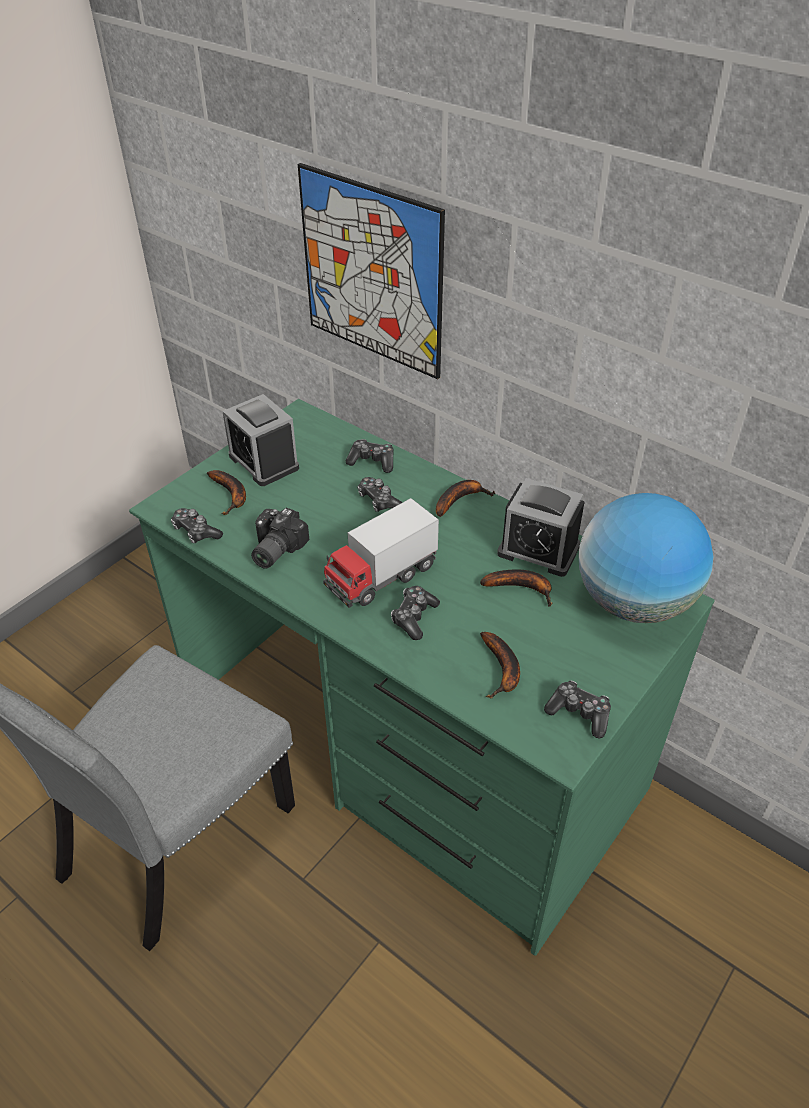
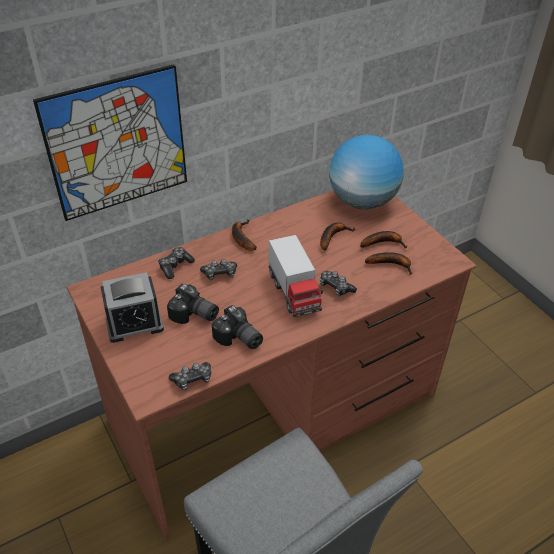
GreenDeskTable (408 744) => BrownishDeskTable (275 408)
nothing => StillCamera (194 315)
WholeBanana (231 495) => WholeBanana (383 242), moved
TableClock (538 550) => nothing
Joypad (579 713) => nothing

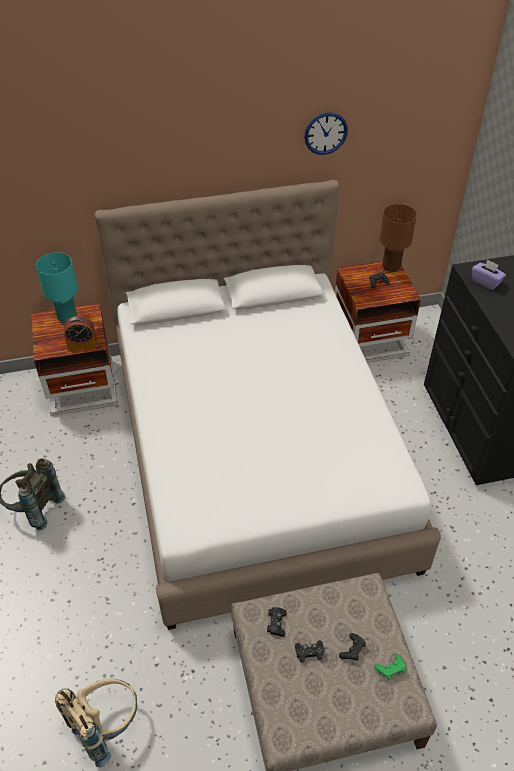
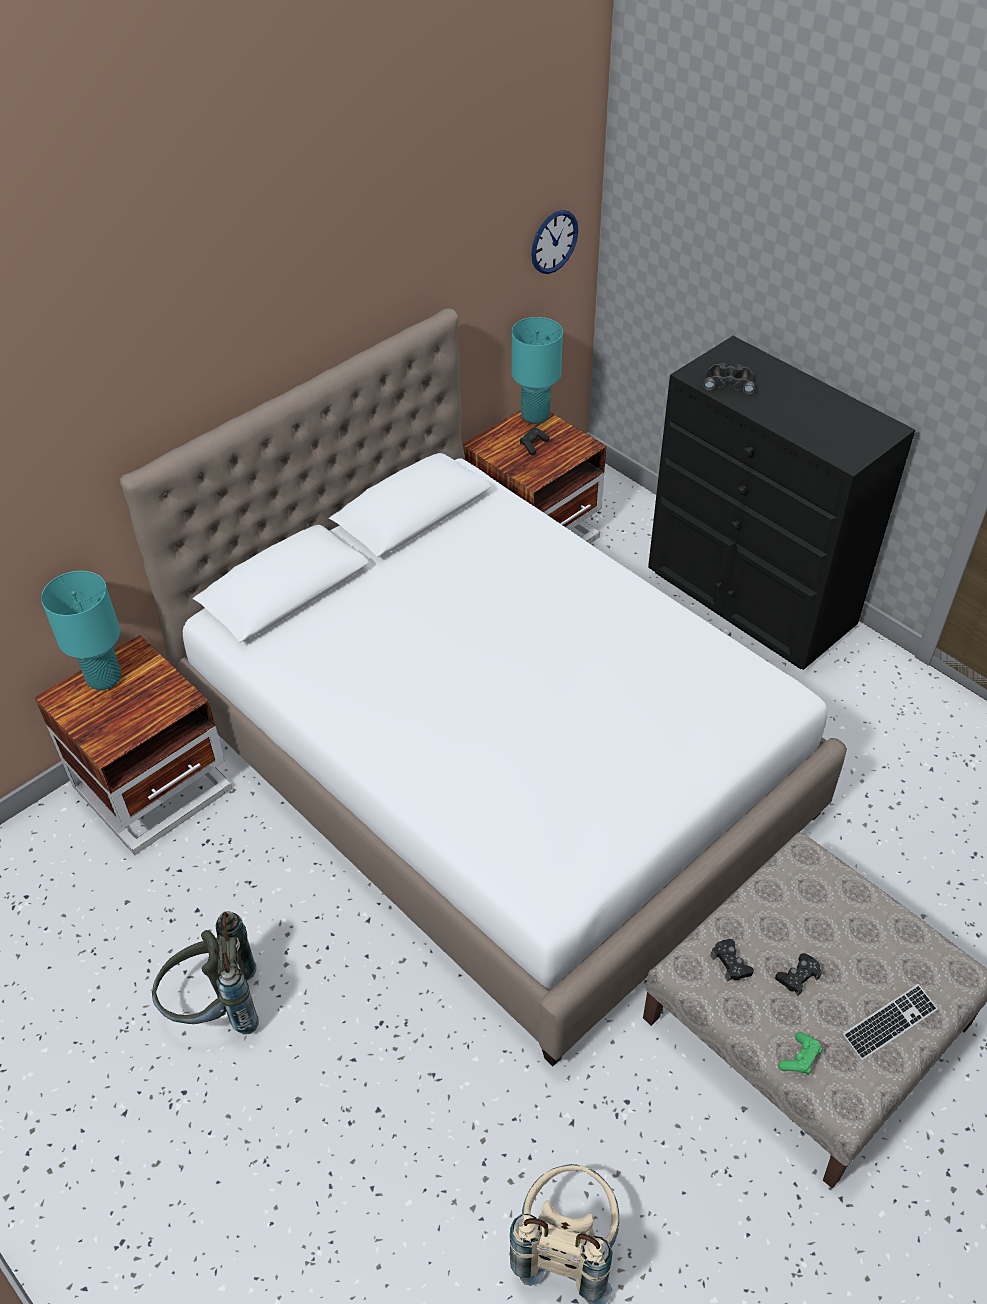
BrownishTableLamp (390 268) => TurquoiseTableLamp (535 418)
WallClock (325 133) => WallClock (554 241), moved
PurpleColouredTissueHolder (486 282) => BlackishFieldGlasses (729 382)
GreenJoypad (390 669) => GreenJoypad (800 1059), moved
nothing => Keyboard (889 1023)
TableClock (82 344) => nothing
BlackishJoypad (352 650) => nothing

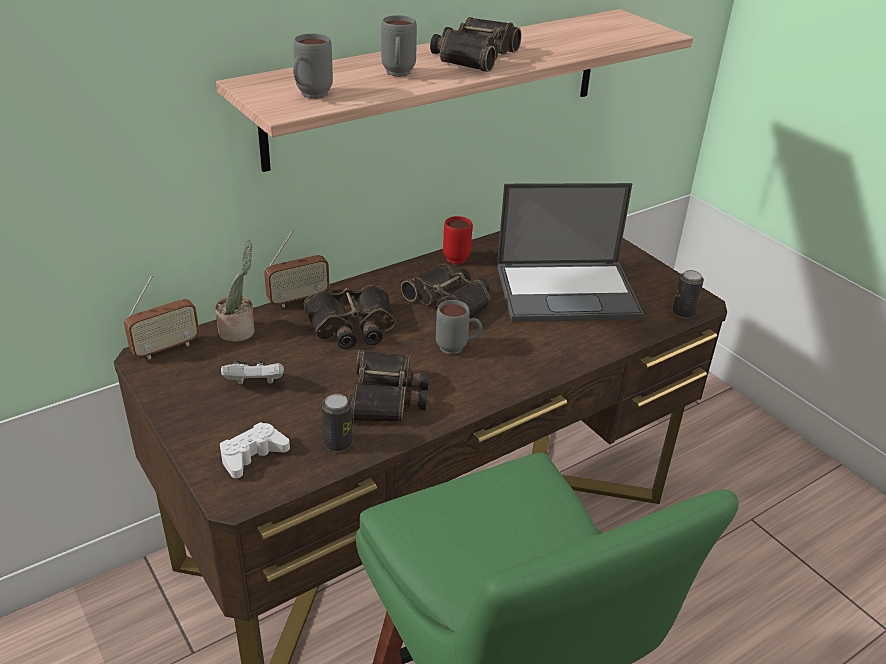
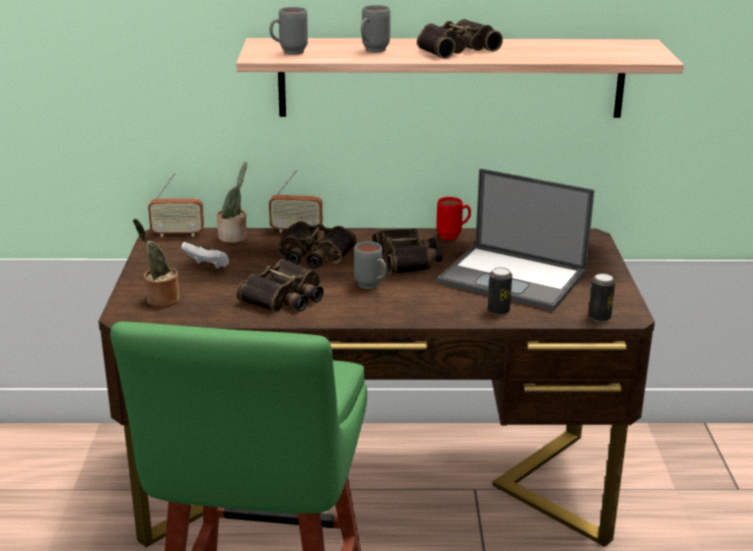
WhitishJoypad (252 455) => PlantInAPot (160 300)
Can (338 443) => Can (498 311), moved

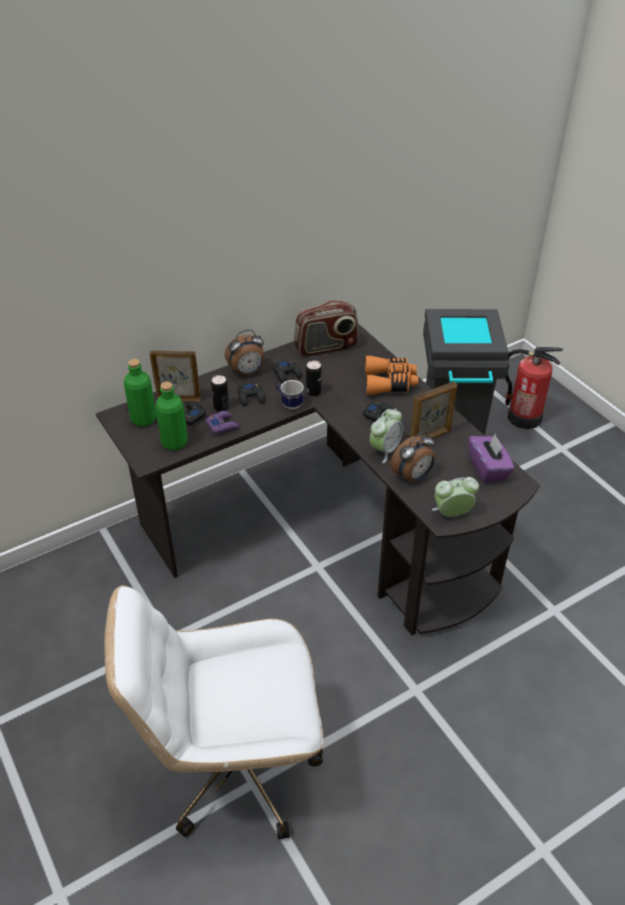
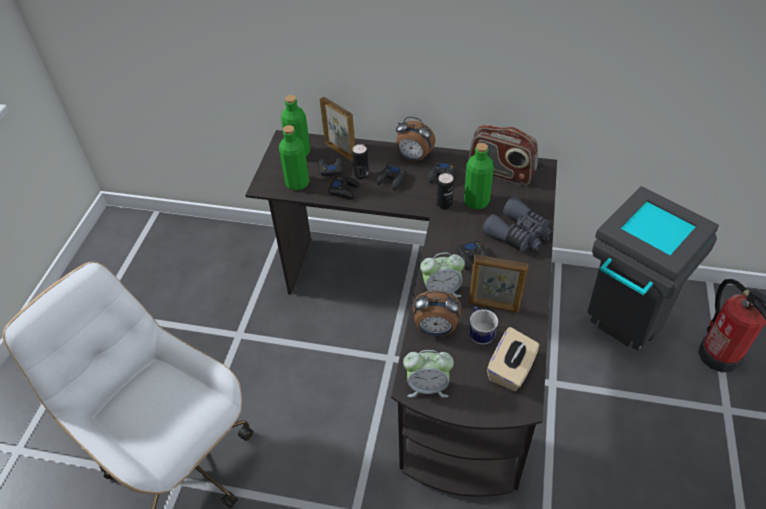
PurpleColouredJoypad (222 425) => BlackishJoypad (344 190)
TableClock (452 513) => TableClock (427 386), 150 degrees clockwise
nothing => GreenBeverageBottle (476 202)
TeaMug (289 404) => TeaMug (480 333), moved
OrangeColouredFieldGlasses (390 382) => GrayFieldGlasses (519 234)
PurpleColouredTissueHolder (488 468) => BeigeColouredTissueHolder (511 370)

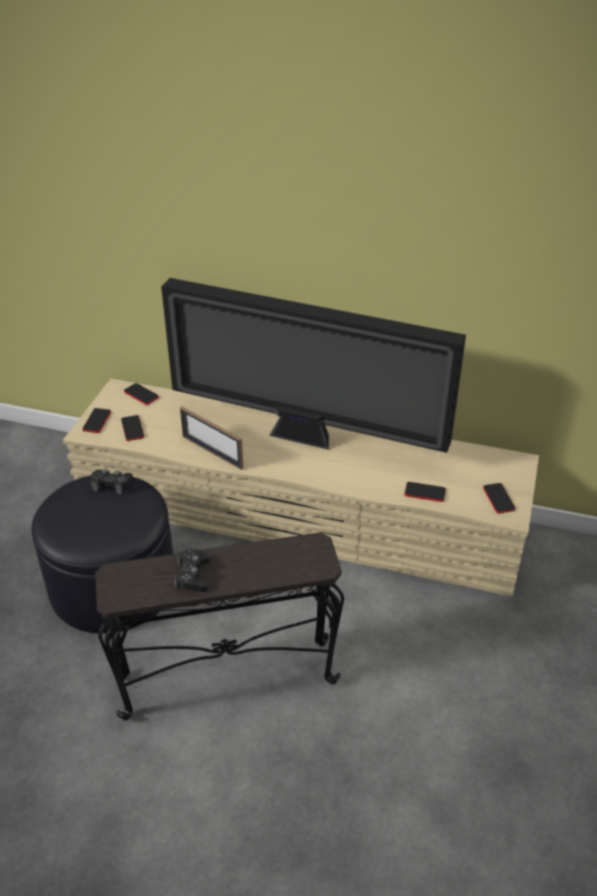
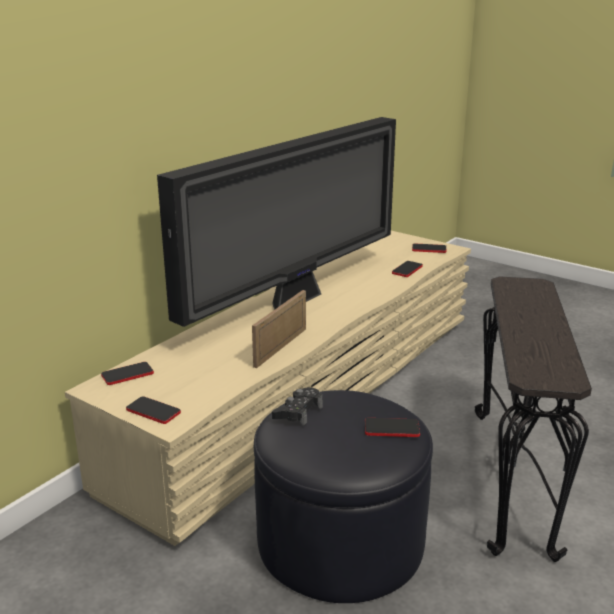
PictureFrame (212 452) => PictureFrame (280 347), 150 degrees clockwise
Phone (132 428) => Phone (392 429), moved
BlackishJoypad (193 575) => nothing

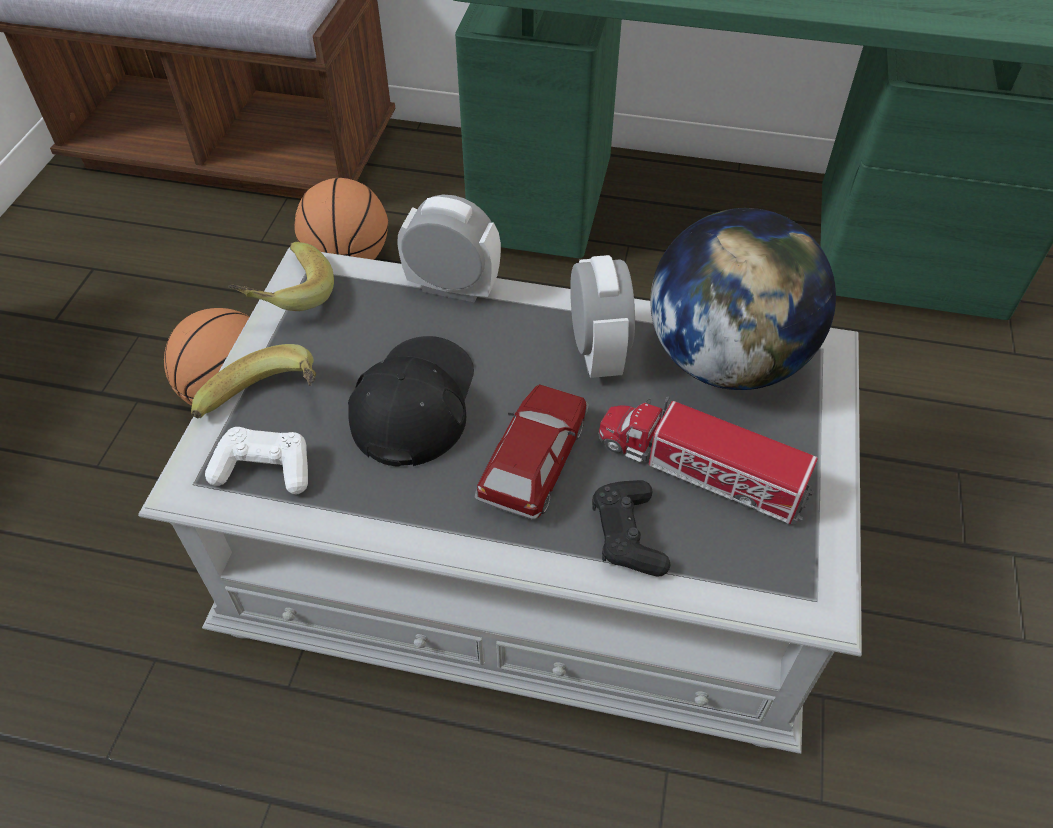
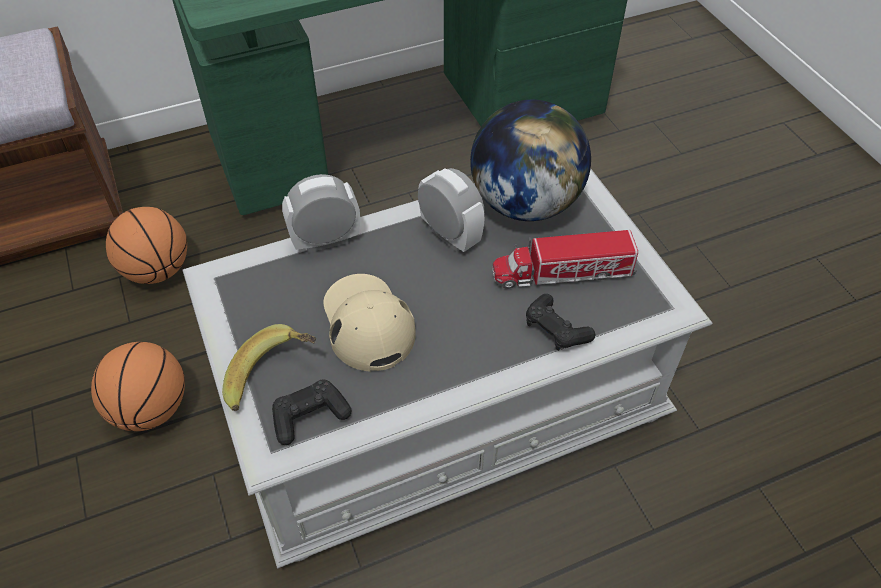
WhitishJoypad (264 469) => BlackishJoypad (310 416)
BlackishPeakedCap (414 402) => BeigeColouredPeakedCap (367 323)
WholeBanana (285 296) => nothing
MiniatureCar (534 460) => nothing

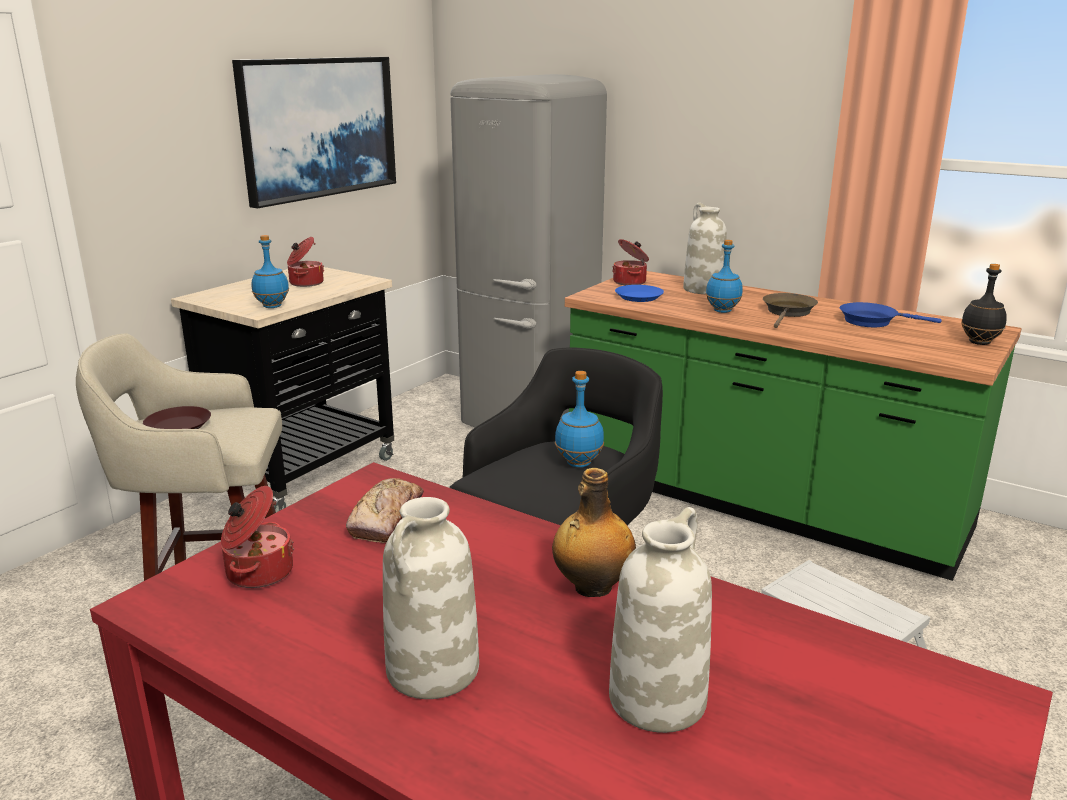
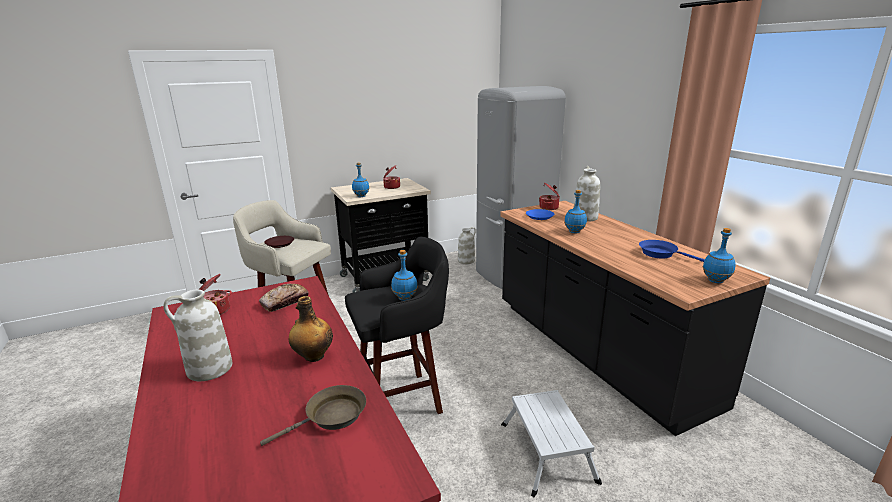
BrownishPan (788 312) => BrownishPan (331 417), moved
WhitishVase (657 698) => WhitishVase (466 261), moved
GreenKitchenBaseUnit (760 501) => BlackishKitchenBaseUnit (596 351)
BlackishBeverageBottle (978 342) => BlueBeverageBottle (715 281)
Picture (318 127) => nothing

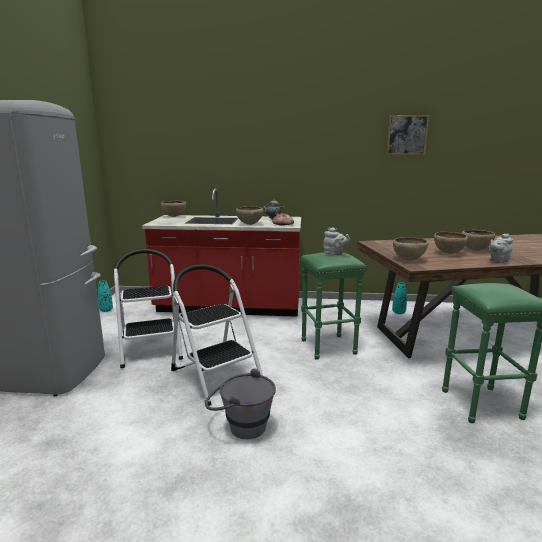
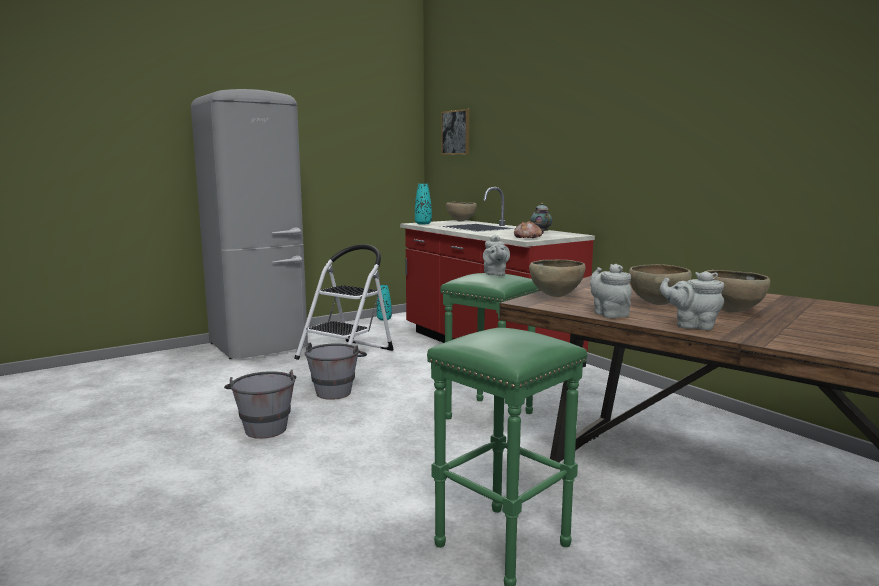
StepLadder (215 375) => GrayPail (336 390)
TurquoiseVase (398 312) => TurquoiseVase (423 224), moved
Picture (407 135) => Picture (456 132), moved
nothing => GrayPotForTea (609 314)
BrownishServingBowl (249 224) => nothing

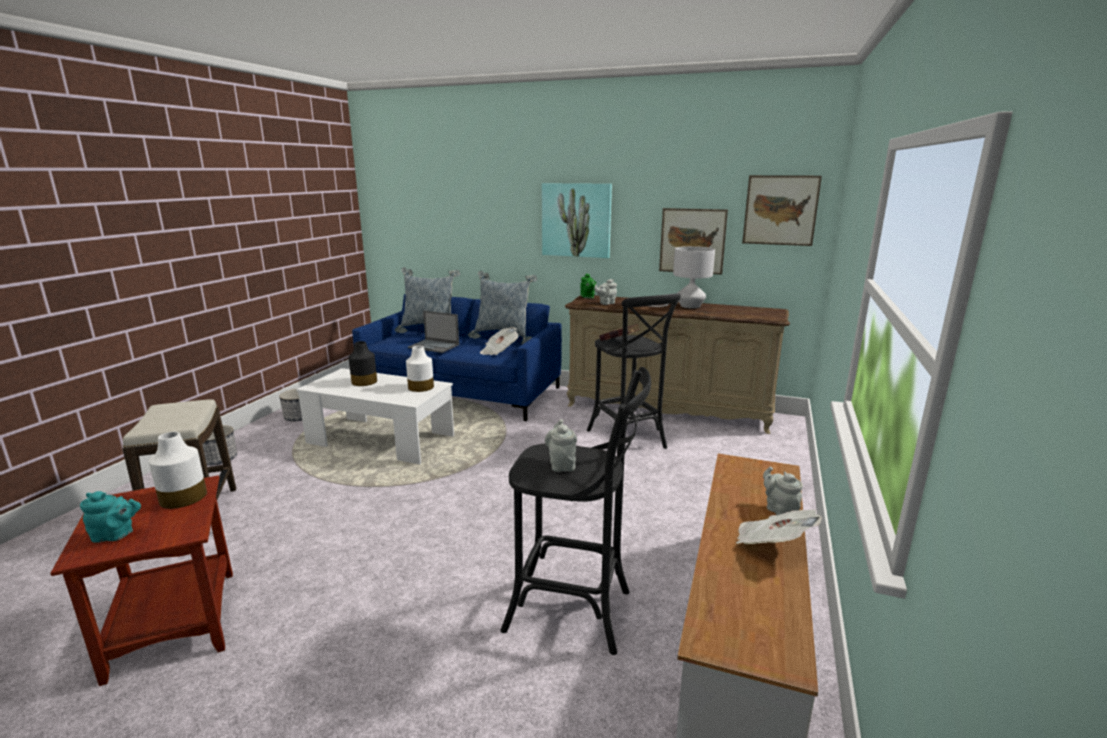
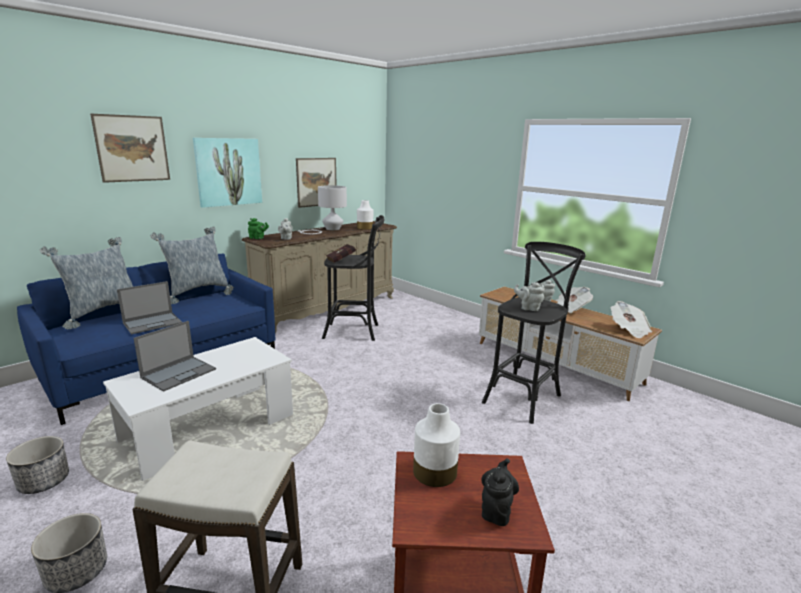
Picture (780 210) => Picture (132 148), moved
BlackishVase (364 381) => NotebookComputer (179 373)
WhitishVase (420 387) => WhitishVase (364 228), moved
TurquoisePotForTea (116 535) => BlackishPotForTea (496 510)
Newspaper (499 351) => Newspaper (629 330), moved

